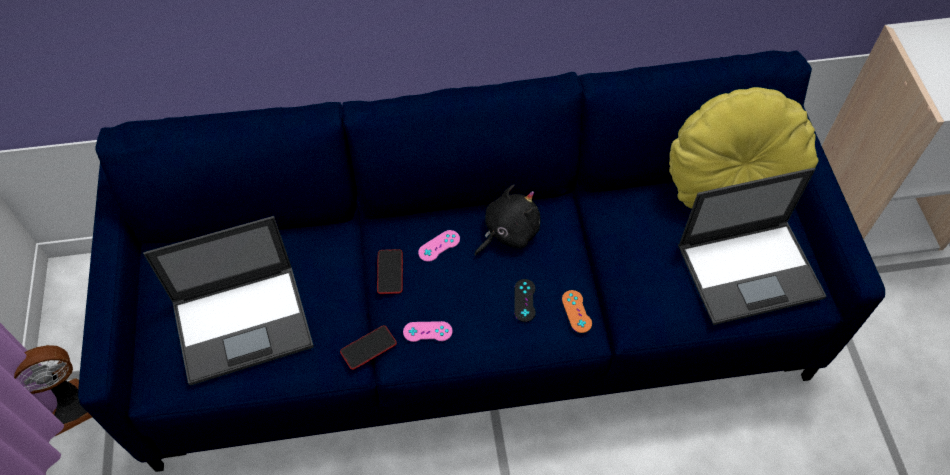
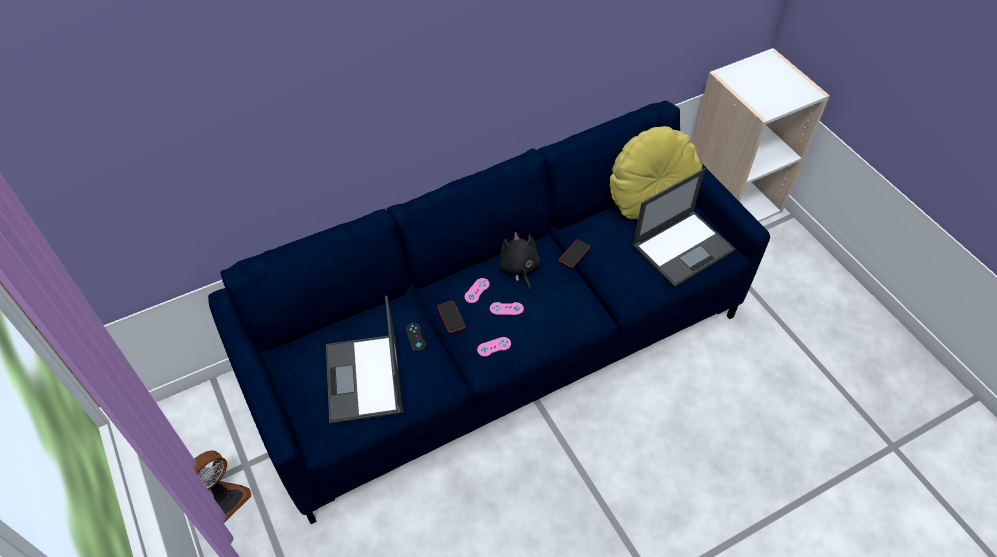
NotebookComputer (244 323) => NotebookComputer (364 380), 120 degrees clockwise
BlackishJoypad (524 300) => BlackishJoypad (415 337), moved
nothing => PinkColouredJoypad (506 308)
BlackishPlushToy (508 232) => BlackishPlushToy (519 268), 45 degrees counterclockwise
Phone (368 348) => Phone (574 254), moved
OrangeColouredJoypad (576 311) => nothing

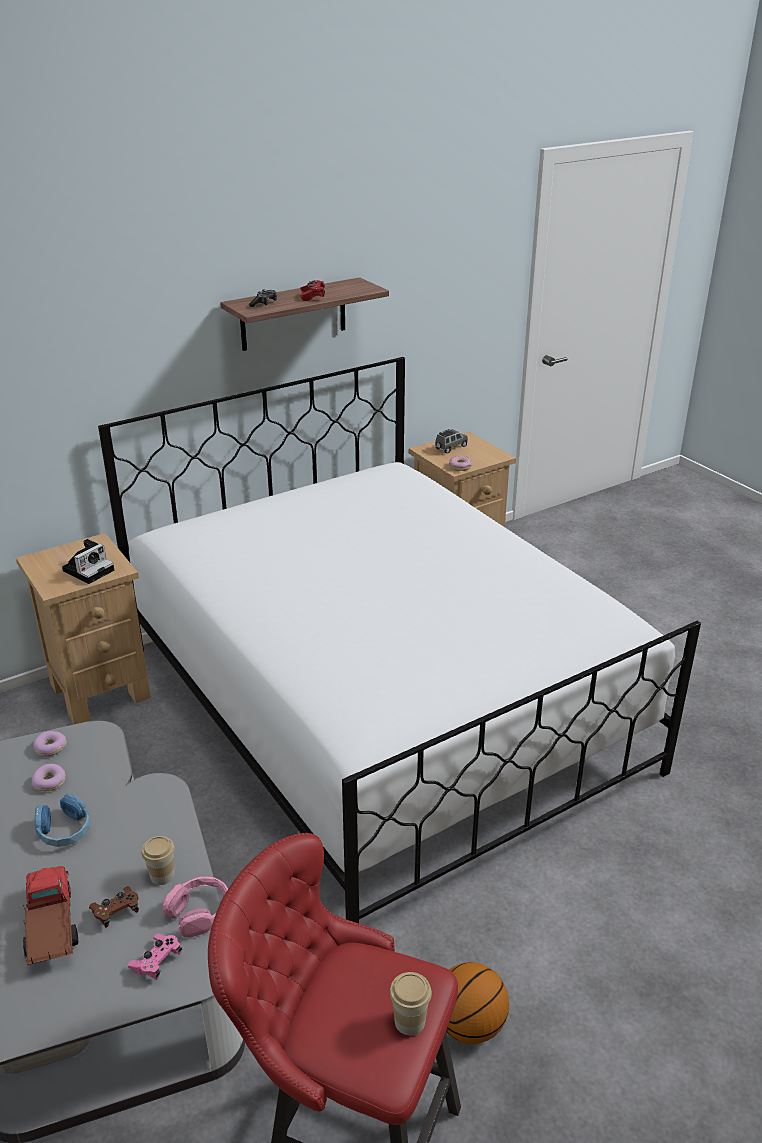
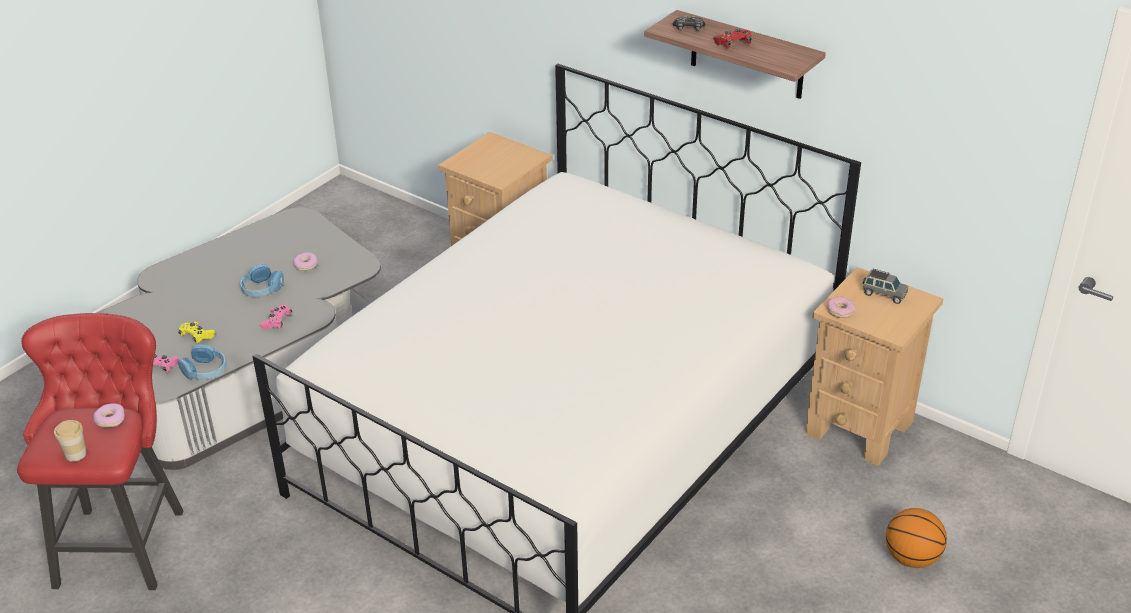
Donut (50 748) => Donut (110 420), moved
BrownishJoypad (116 912) => YellowishJoypad (197 336)
PinkColouredHeadset (199 912) => BlueHeadset (205 371)
nothing => PinkColouredJoypad (277 322)
BallForBasketball (469 1025) => BallForBasketball (911 557), moved
ToyTruck (50 928) => nothing
StillCamera (89 569) => nothing
Cup (162 875) => nothing

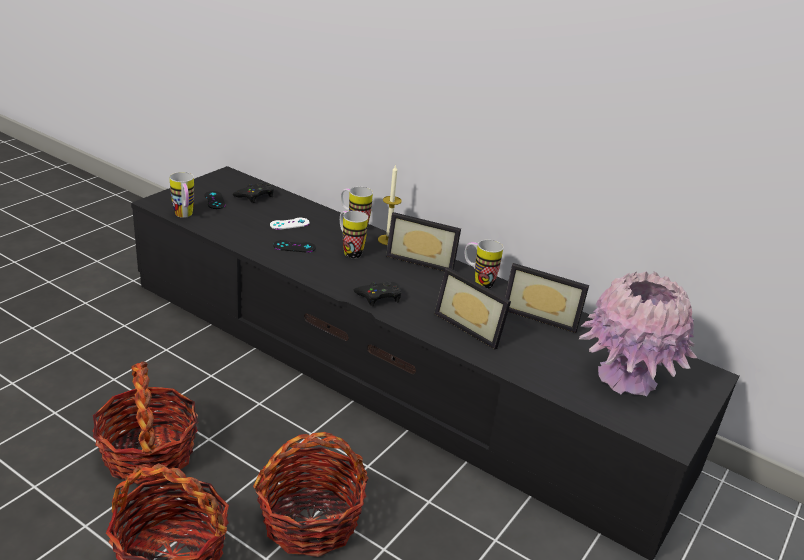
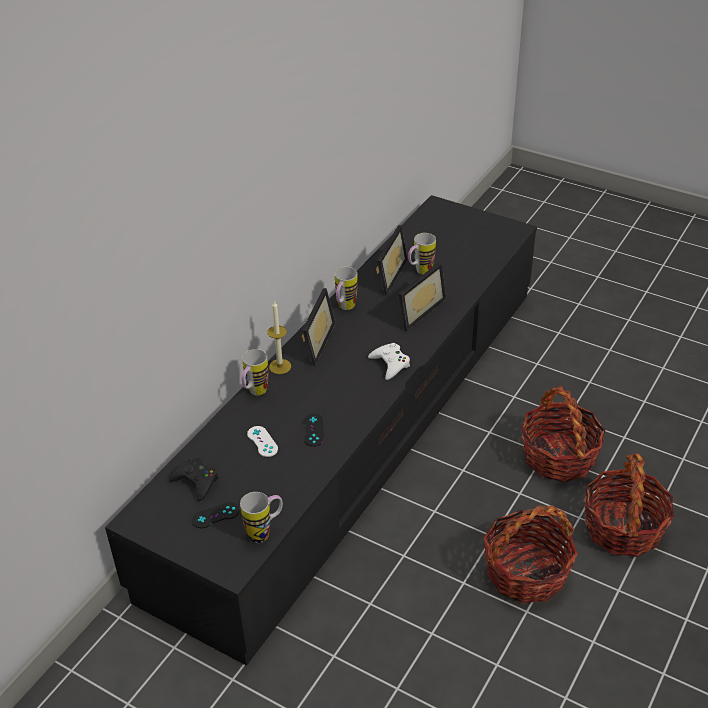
BlackishJoypad (379 297) => WhitishJoypad (390 364)
TeaMug (349 251) => TeaMug (420 272), moved
PinkColouredVase (625 377) => nothing

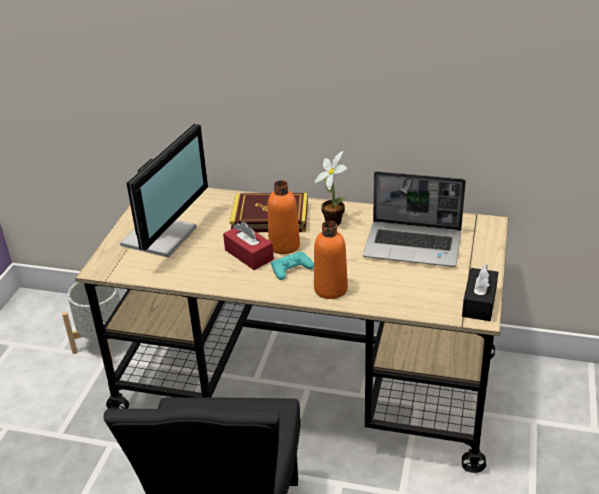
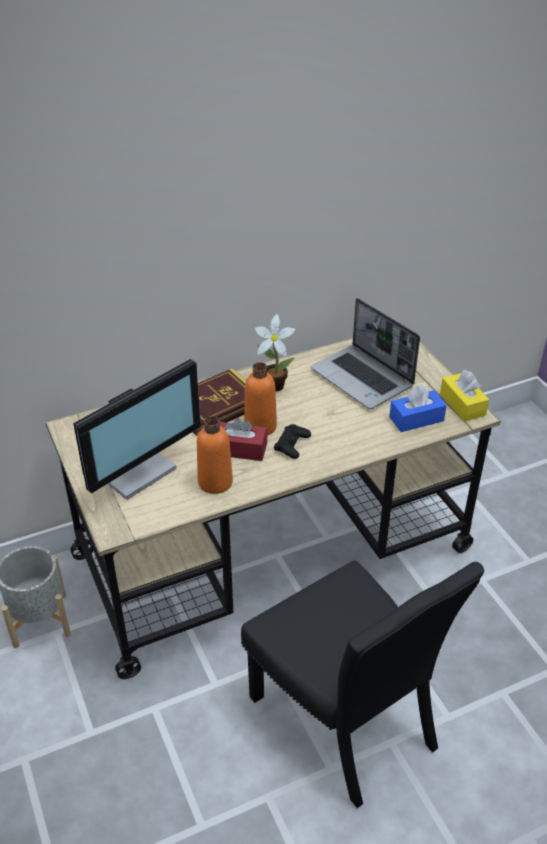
Monitor (162 236) => Monitor (135 469), 60 degrees clockwise
OrangeColouredBeverageBottle (330 289) => OrangeColouredBeverageBottle (215 482), moved
TurquoiseJoypad (291 269) => BlackishJoypad (292 444)
NotebookComputer (414 245) => NotebookComputer (363 378), 75 degrees clockwise
nothing => BlueTissueHolder (416 419)
BlackishTissueHolder (479 302) => YellowishTissueHolder (462 404)

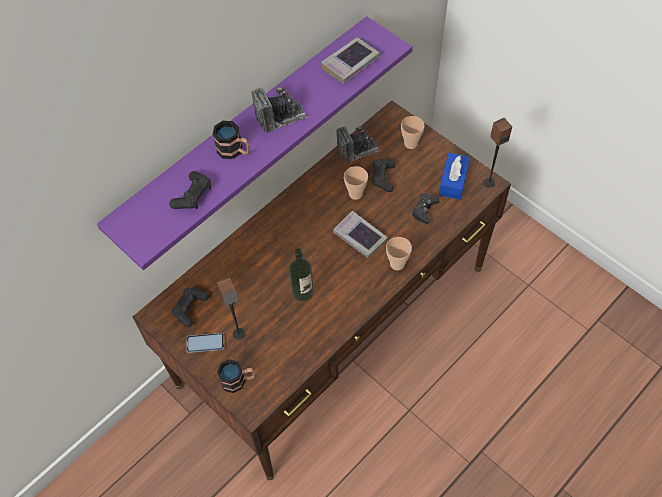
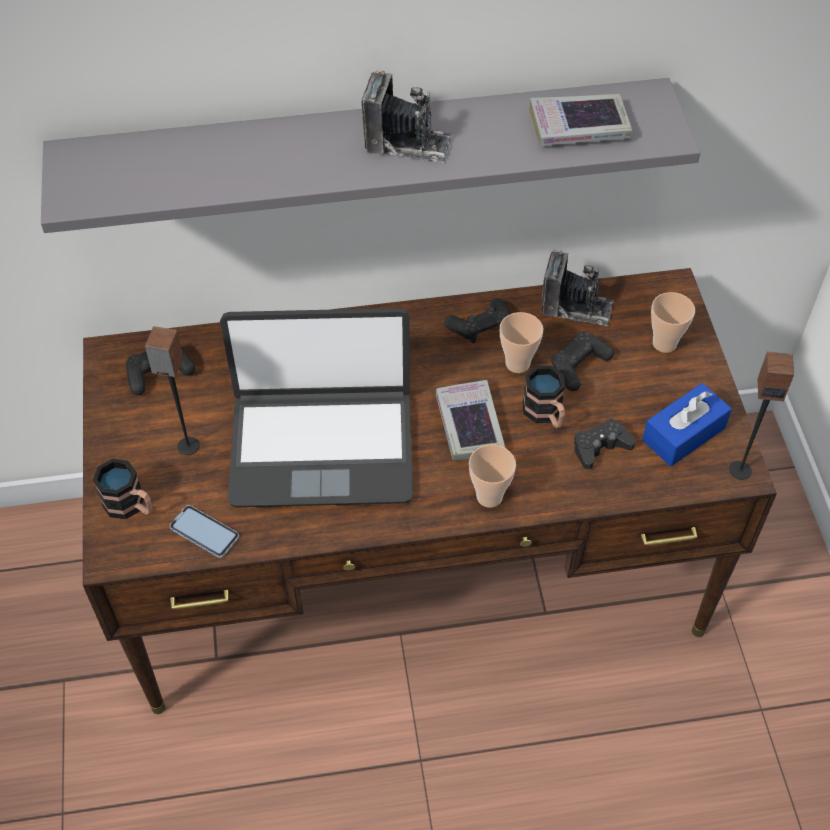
PurpleColouredShelf (245 131) => GrayShelf (364 149)
Phone (205 343) => Phone (204 532), moved
BeverageBottle (302 292) => NotebookComputer (322 447)
BlackishJoypad (192 196) => BlackishJoypad (480 327), moved
TeaMug (234 151) => TeaMug (545 414), moved

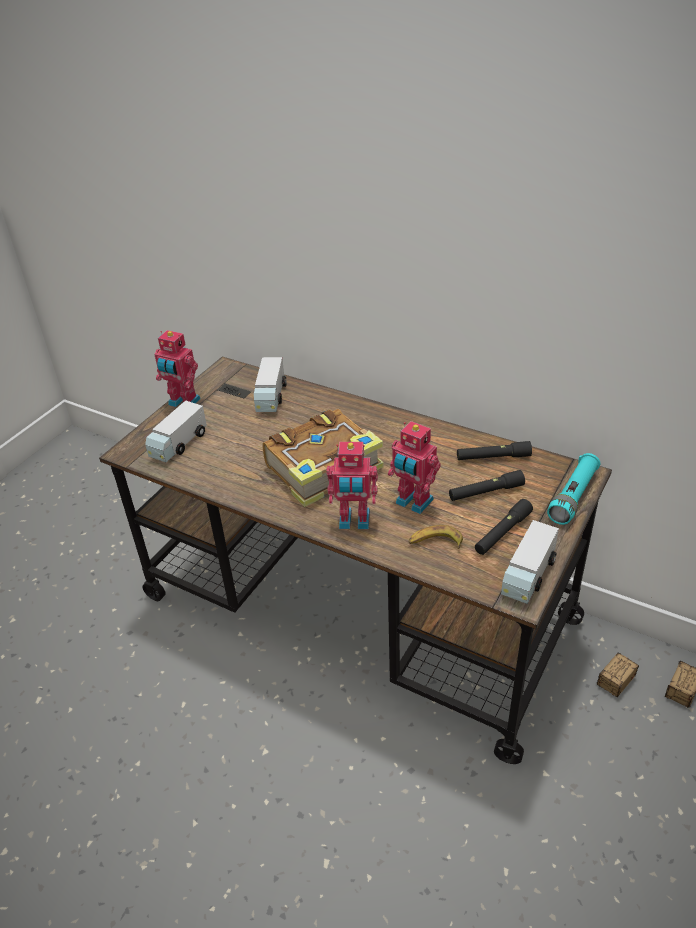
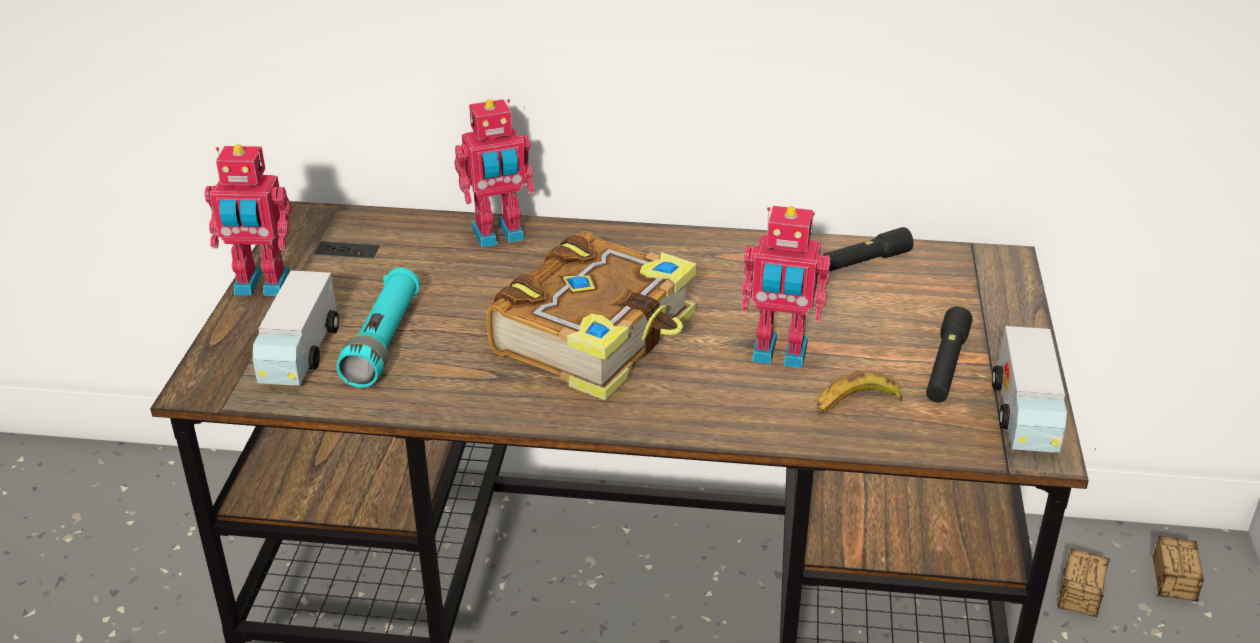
TurquoiseTorch (573 496) => TurquoiseTorch (383 342), moved
ToyRobot (354 521) => ToyRobot (499 236), moved
ToyTruck (270 397) => nothing
BlackishTorch (486 492) => nothing

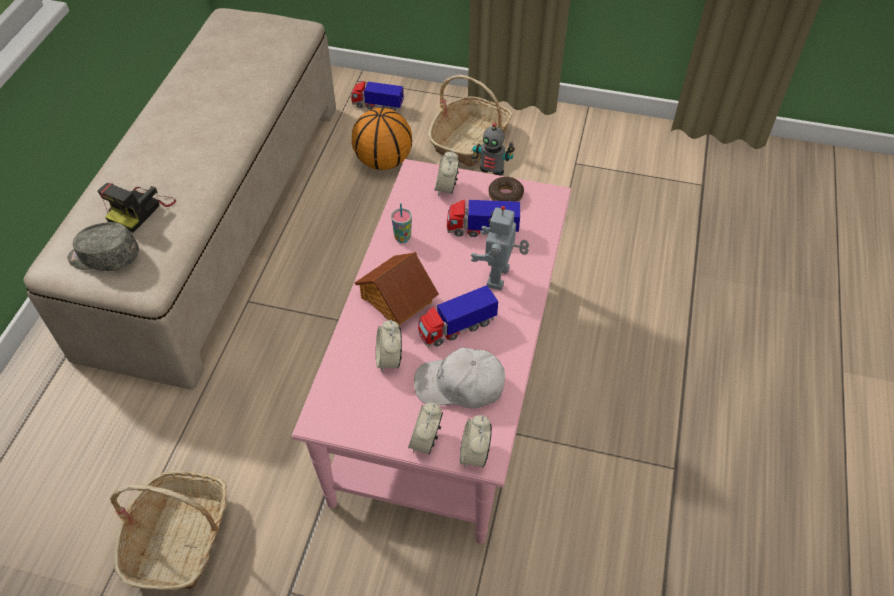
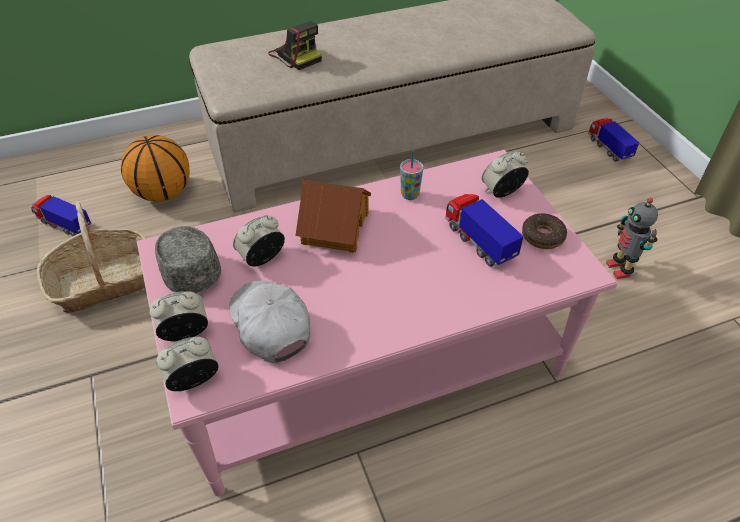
ToyTruck (456 328) => ToyTruck (65 225), moved
BallForBasketball (383 161) => BallForBasketball (163 192), moved
GrayPeakedCap (104 257) => GrayPeakedCap (188 268), moved
StillCamera (141 209) => StillCamera (296 55), 120 degrees counterclockwise
Basket (470 140) => nothing
ToyRobot (499 278) => nothing

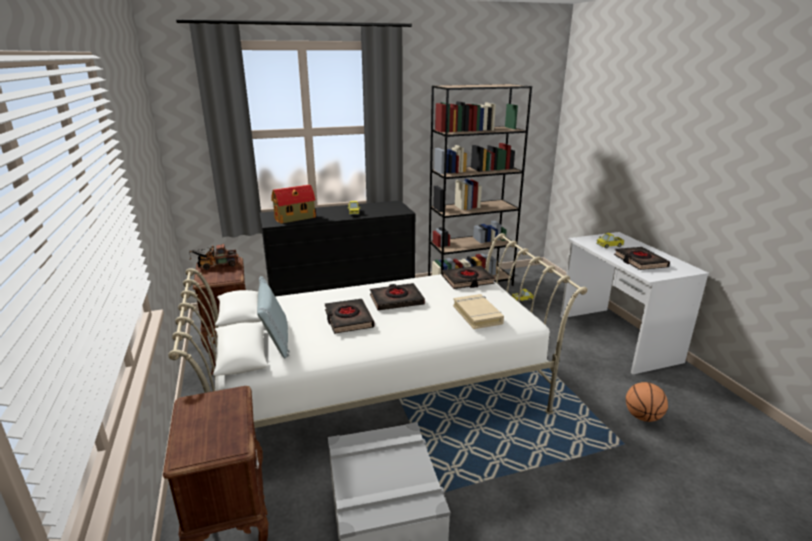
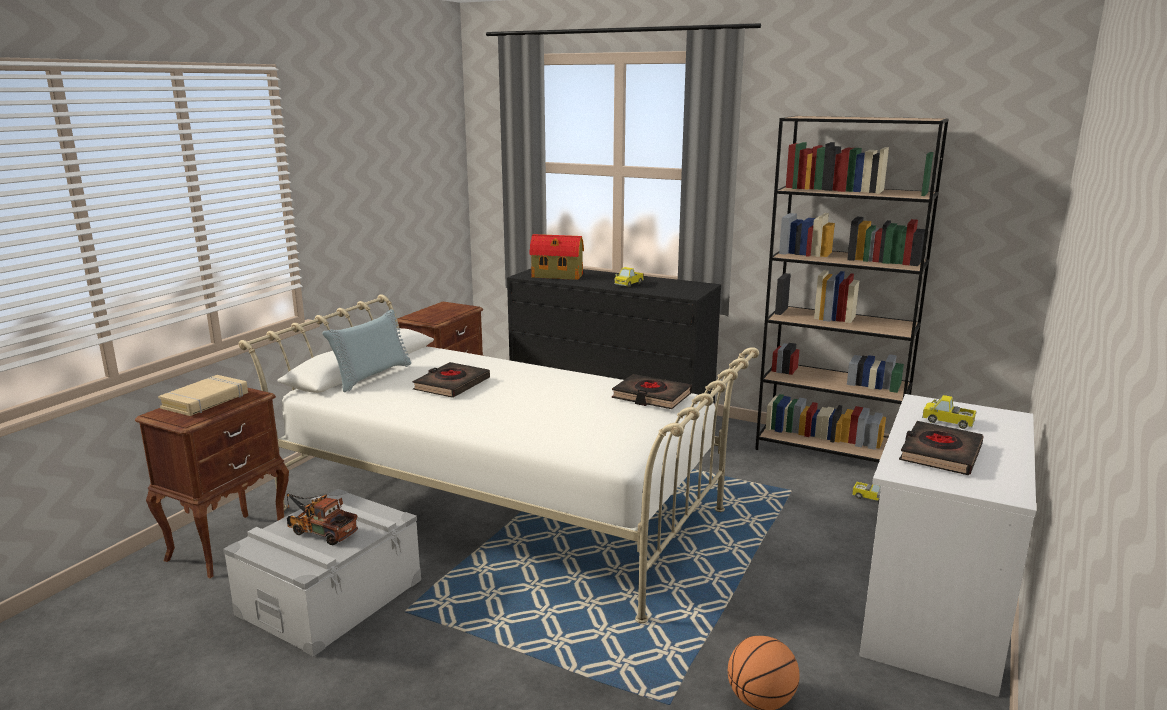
BeigeColouredVolume (477 315) => BeigeColouredVolume (206 401), moved
ToyTruck (215 265) => ToyTruck (319 531), moved
BlackishVolume (396 300) => nothing

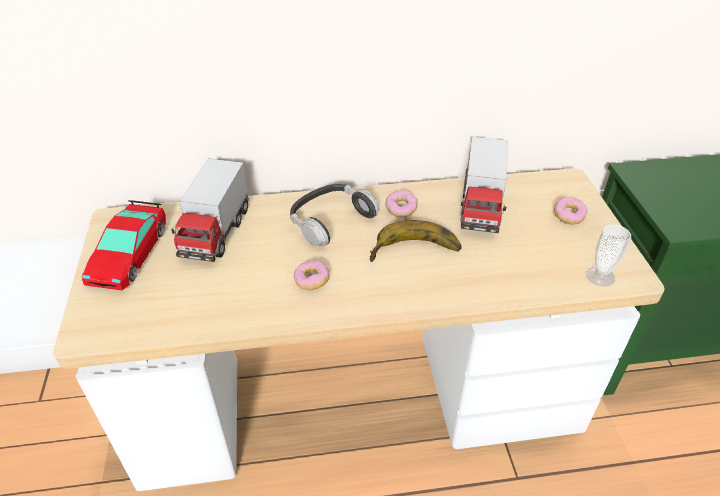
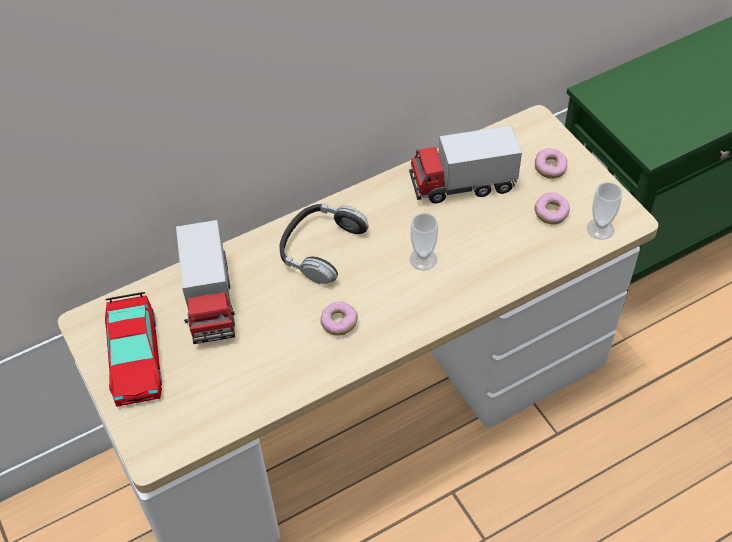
ToyTruck (480 207) => ToyTruck (462 185), 90 degrees clockwise
WholeBanana (415 253) => Cup (423 259)
Donut (401 209) => Donut (551 213), moved

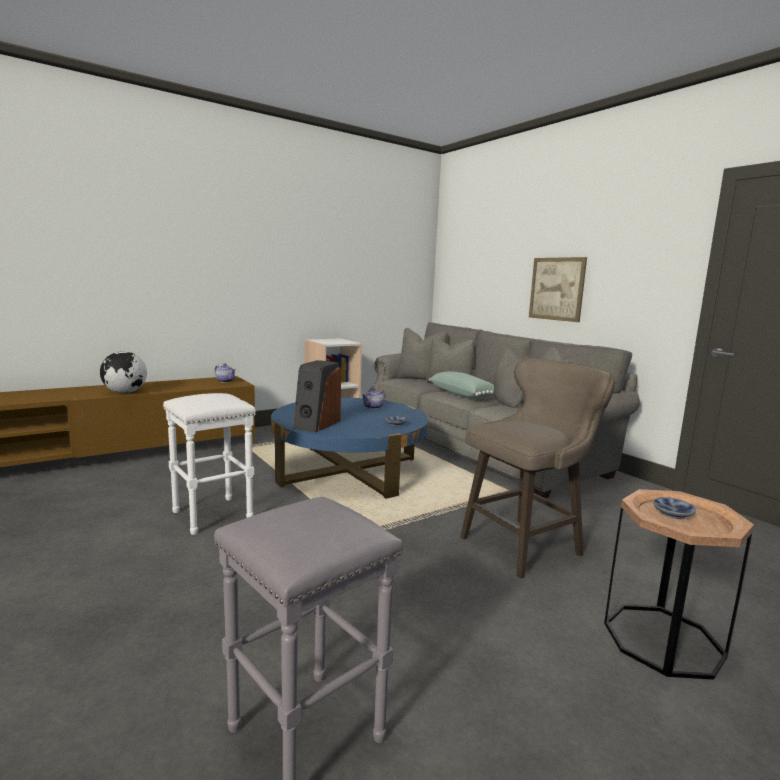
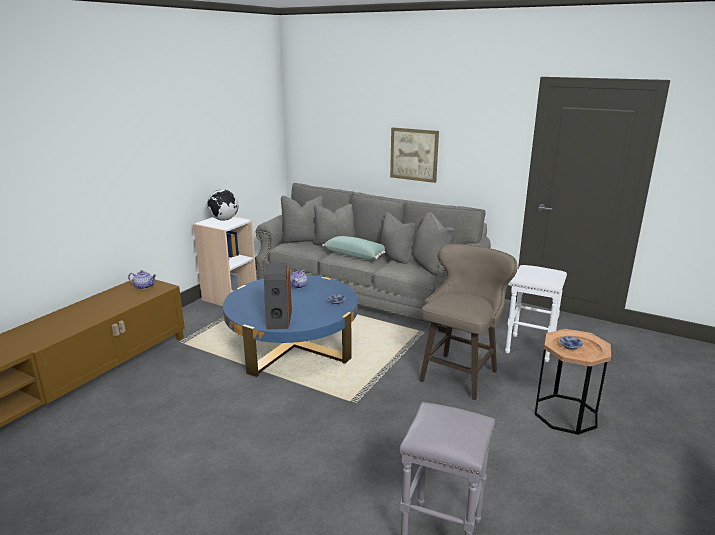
Globe (125 393) => Globe (224 220), moved
WhitishStoolSeat (211 516) => WhitishStoolSeat (530 348), moved

